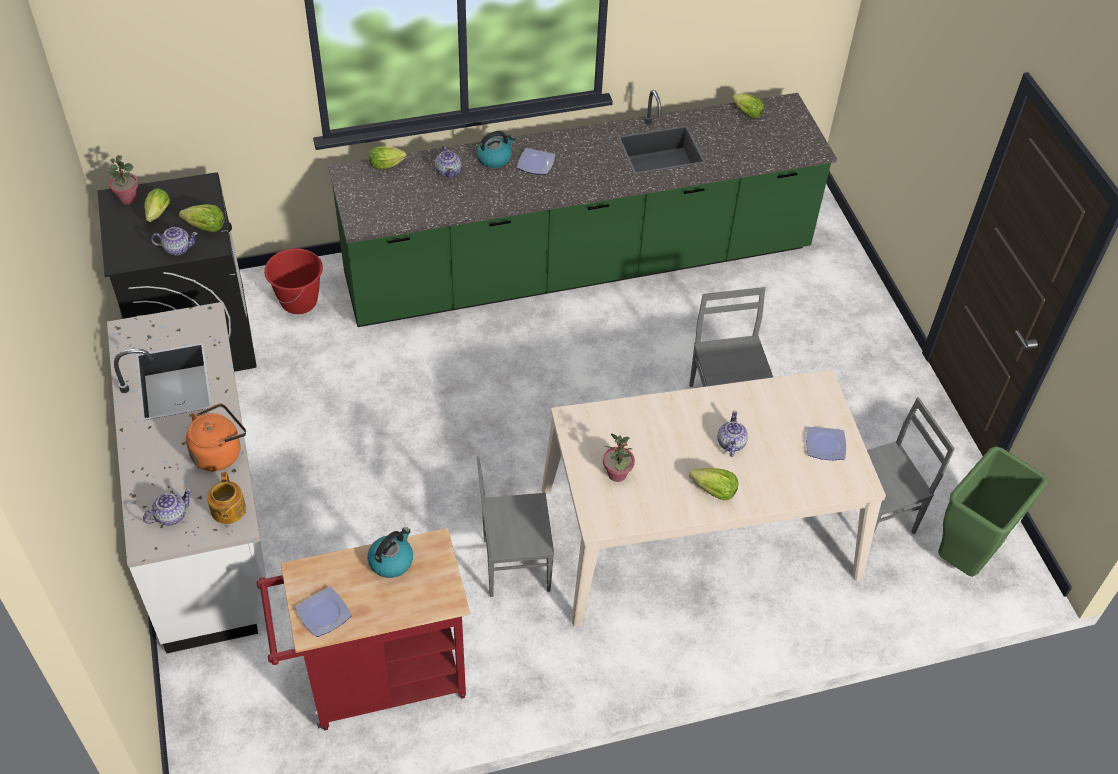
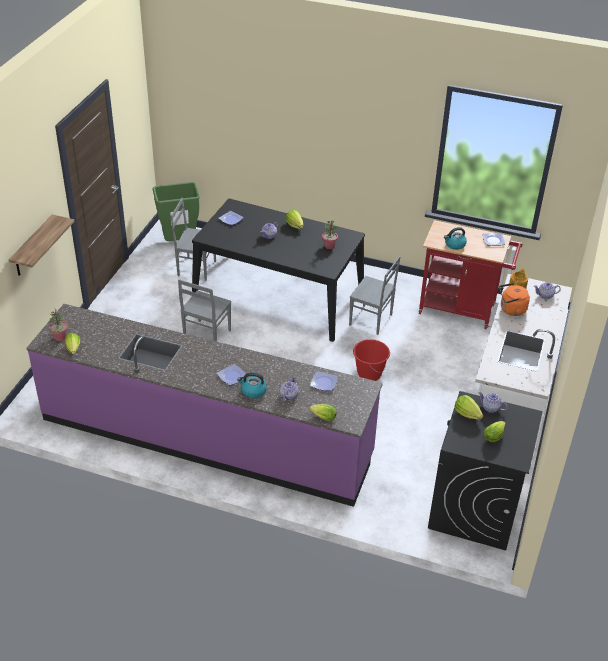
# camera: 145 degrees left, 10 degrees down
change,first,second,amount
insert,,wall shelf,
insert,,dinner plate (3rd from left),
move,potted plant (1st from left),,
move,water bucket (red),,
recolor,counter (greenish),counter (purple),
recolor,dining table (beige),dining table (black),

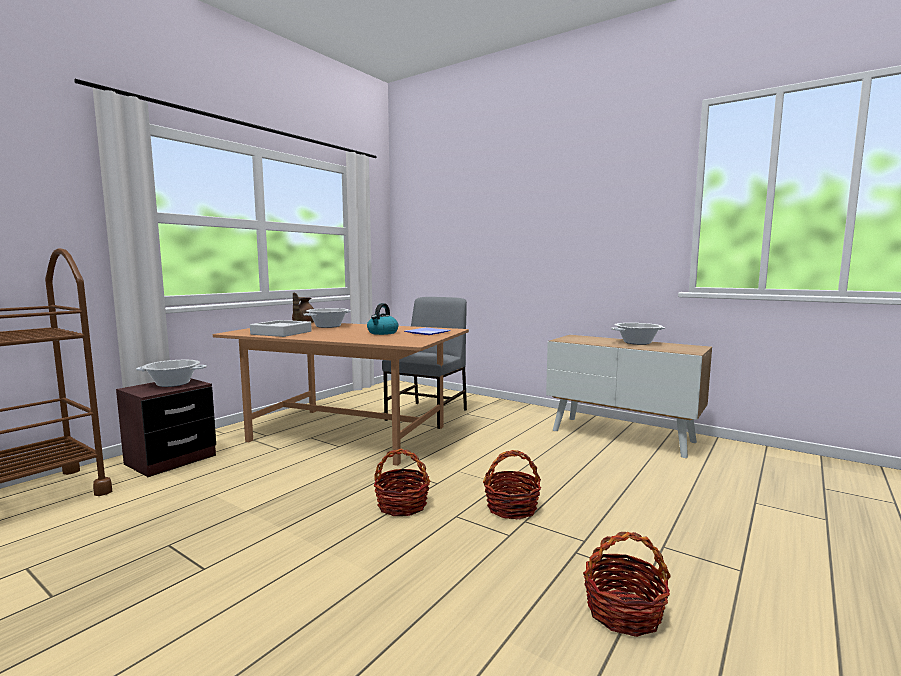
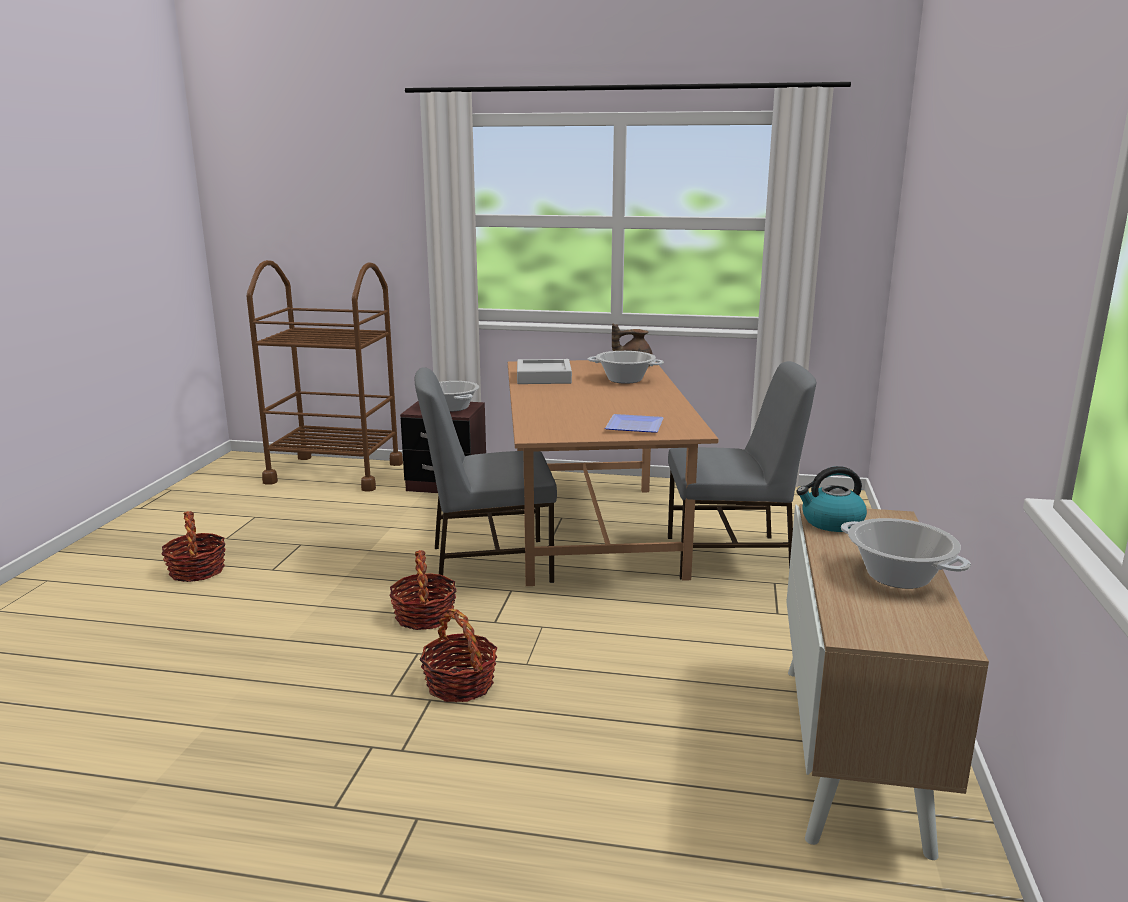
# camera: 65 degrees right, 10 degrees up
change,first,second,amount
insert,,upright chair (grey) (1st from left),
move,water kettle,,
move,household basket (3rd from left in the first image),household basket (1st from left),

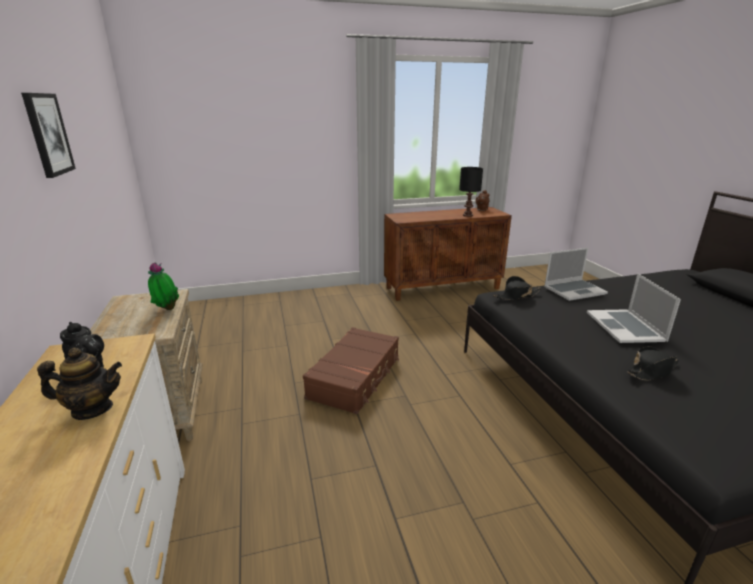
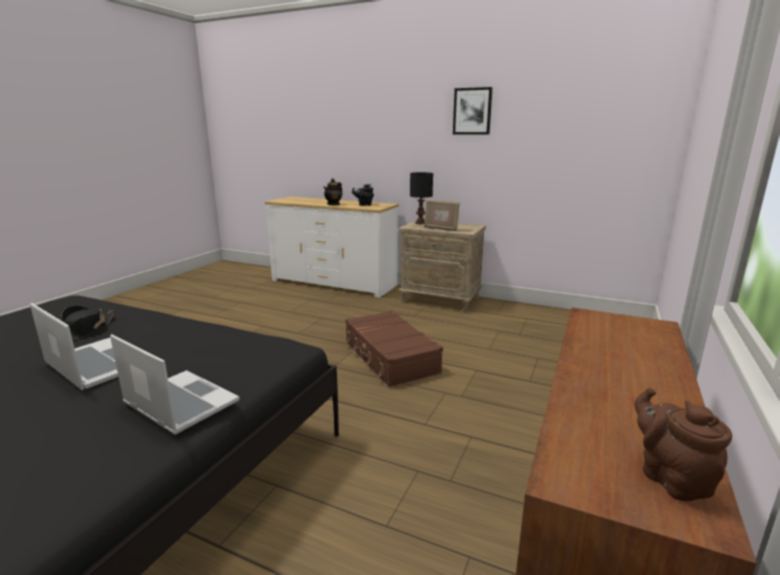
# camera: 130 degrees right, 5 degrees down
change,first,second,amount
delete,hat (black) (1st from left),,
move,tabletop lamp (black),,
replace,potted plant,standing frame,
rotate,laptop (1st from left in the first image),laptop (2nd from left),105 degrees clockwise

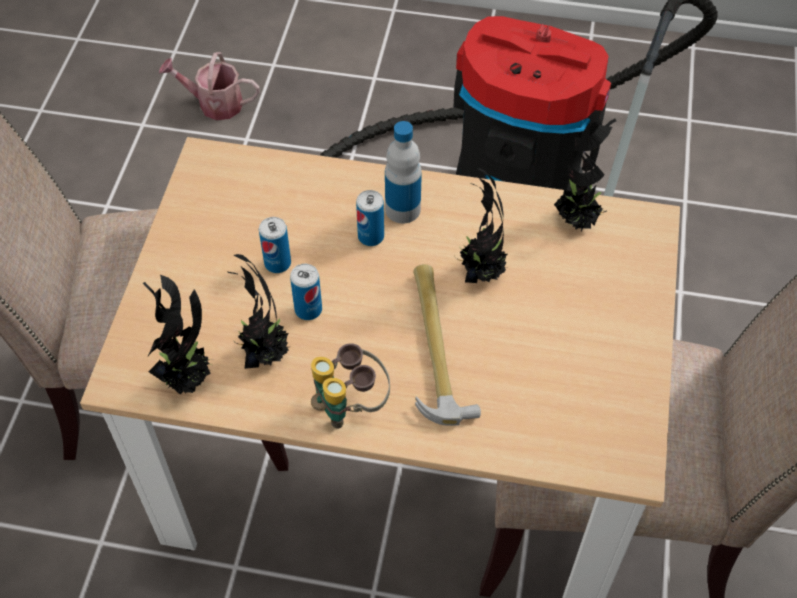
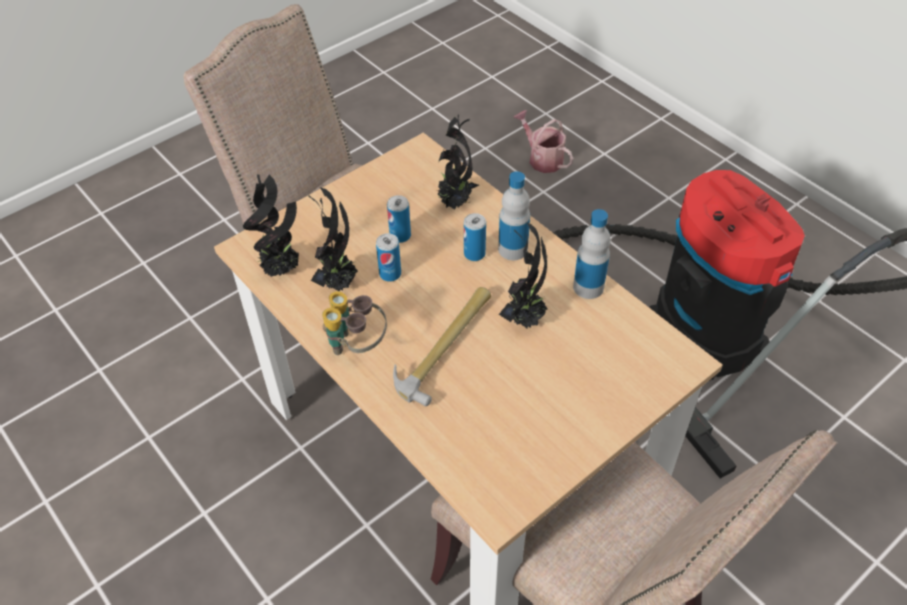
# camera: 40 degrees right, 5 degrees down
change,first,second,amount
insert,,beverage bottle (2nd from left),
move,potted plant (4th from left in the first image),potted plant (3rd from left),

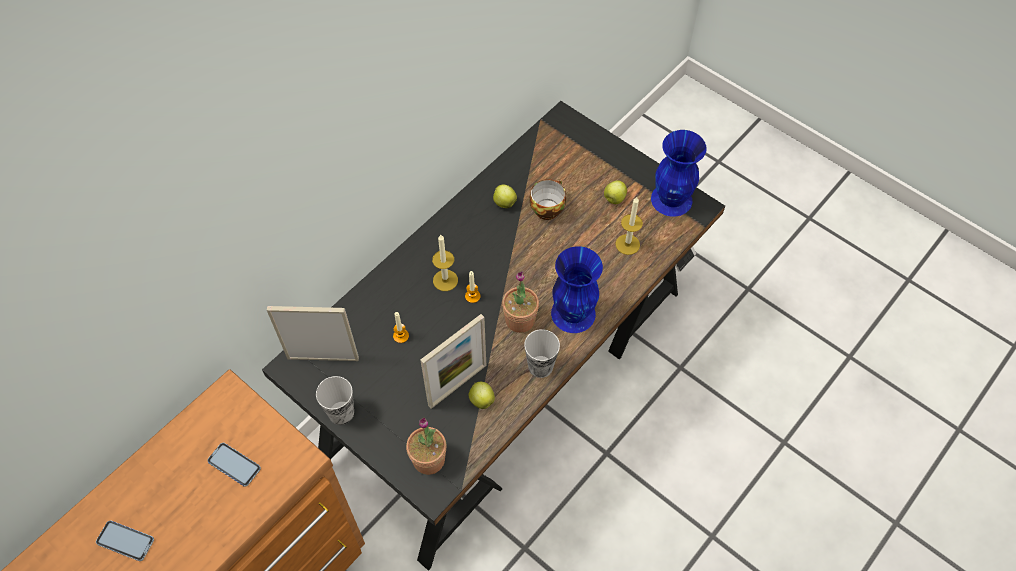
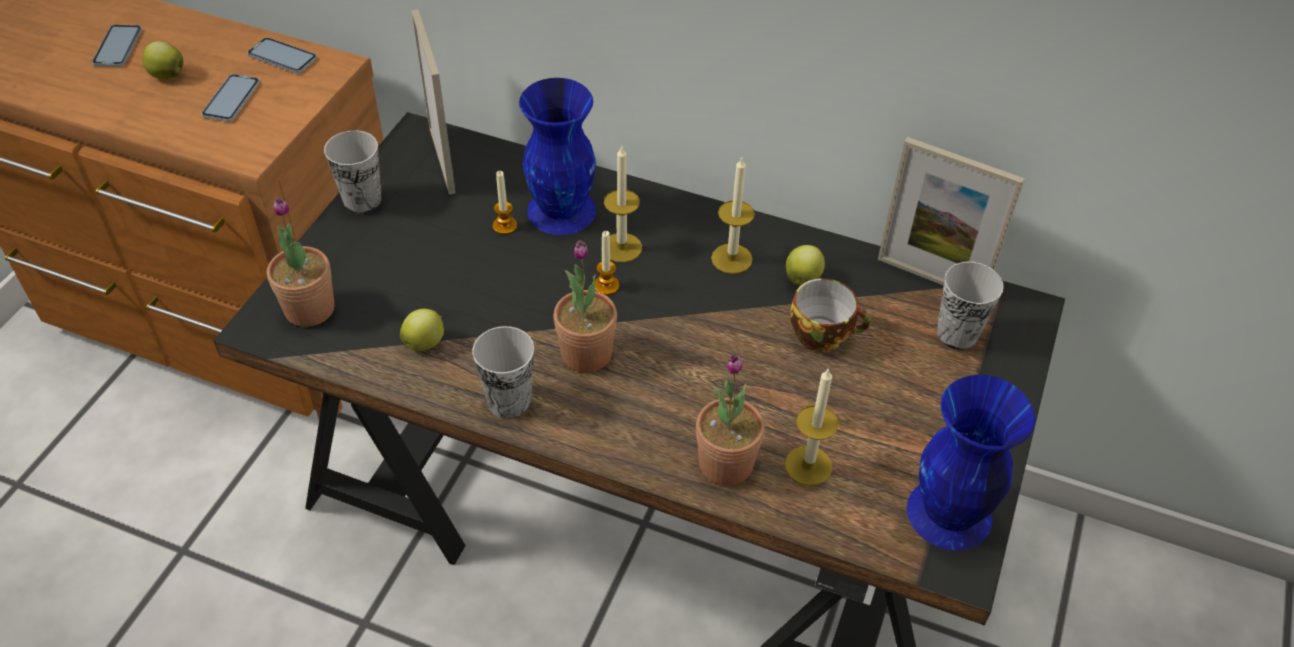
# camera: 70 degrees right, 10 degrees down
change,first,second,amount
insert,,handset (3rd from left),
insert,,potted plant (3rd from left),
insert,,candle (4th from left),
insert,,drinking cup (4th from left),
move,standing frame (2nd from left),,
move,decorative vase (blue) (1st from left),,
move,whole apple (3rd from left in the first image),whole apple (1st from left),

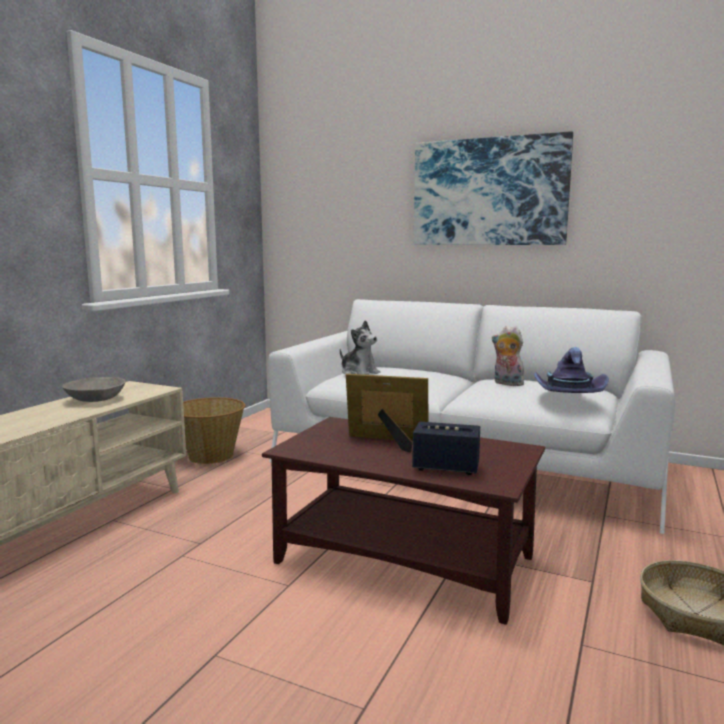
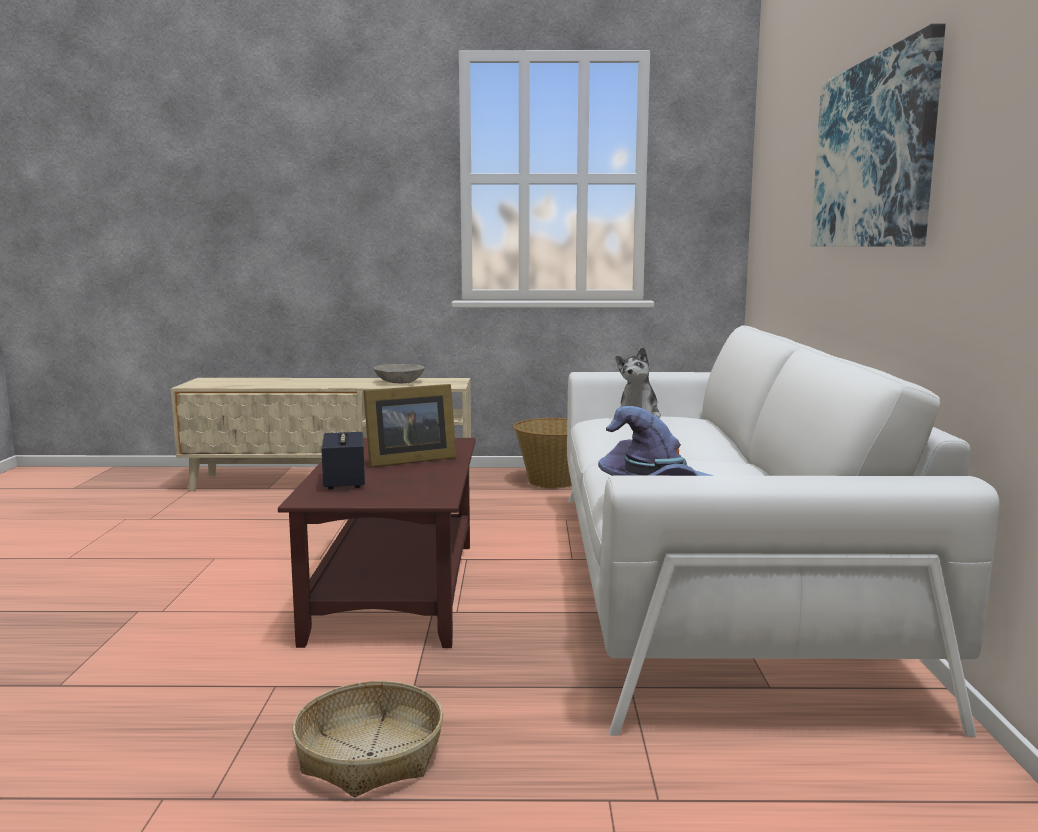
# camera: 65 degrees right, 0 degrees up
change,first,second,amount
delete,soft toy (2nd from left),,
rotate,standing frame,,75 degrees clockwise

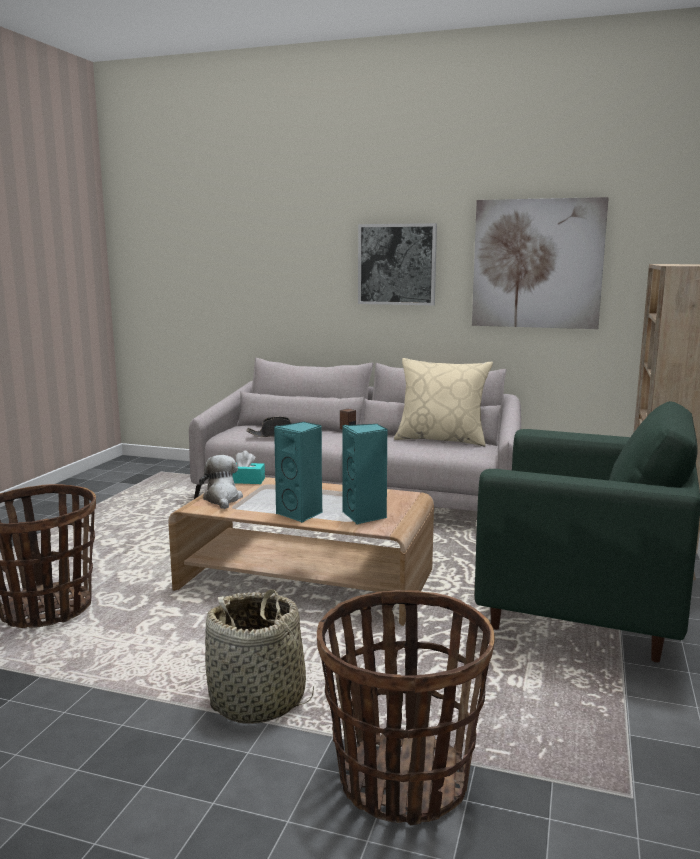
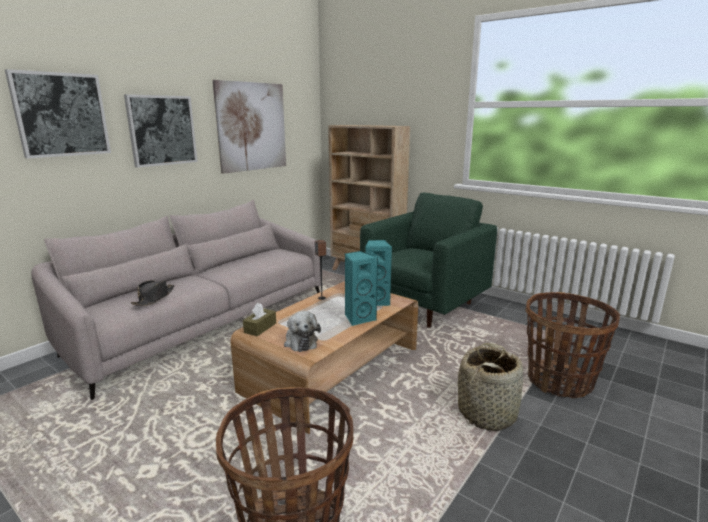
# camera: 70 degrees left, 5 degrees up
change,first,second,amount
delete,pillow (beige),,
insert,,wall art (1st from left),
recolor,box of tissues (turquoise),box of tissues (brown),
rotate,soft toy,,120 degrees counterclockwise

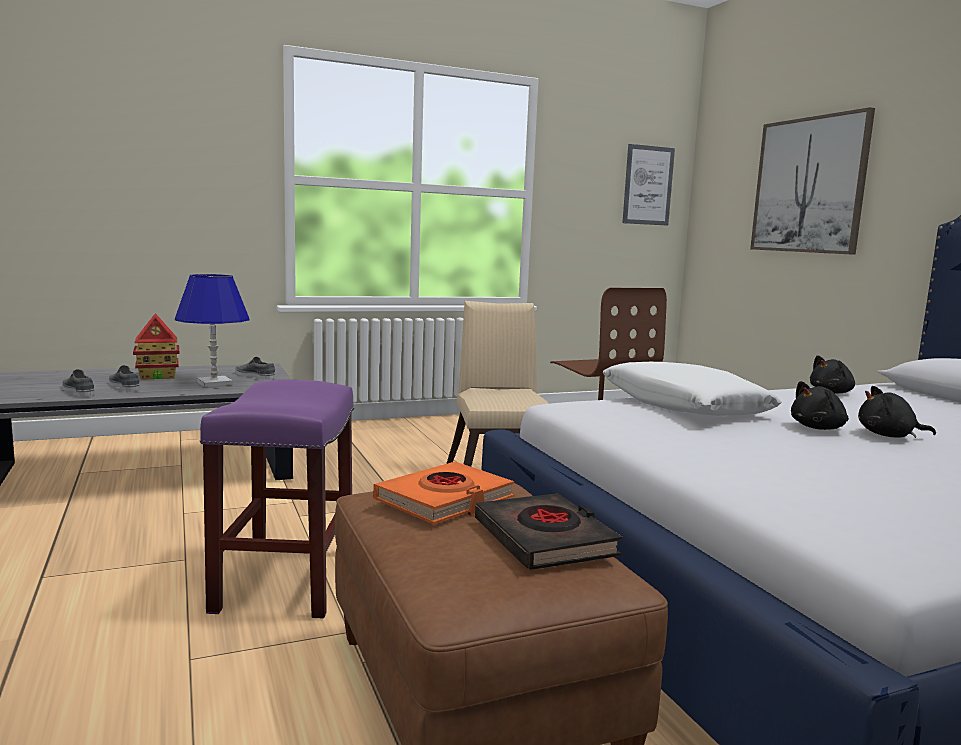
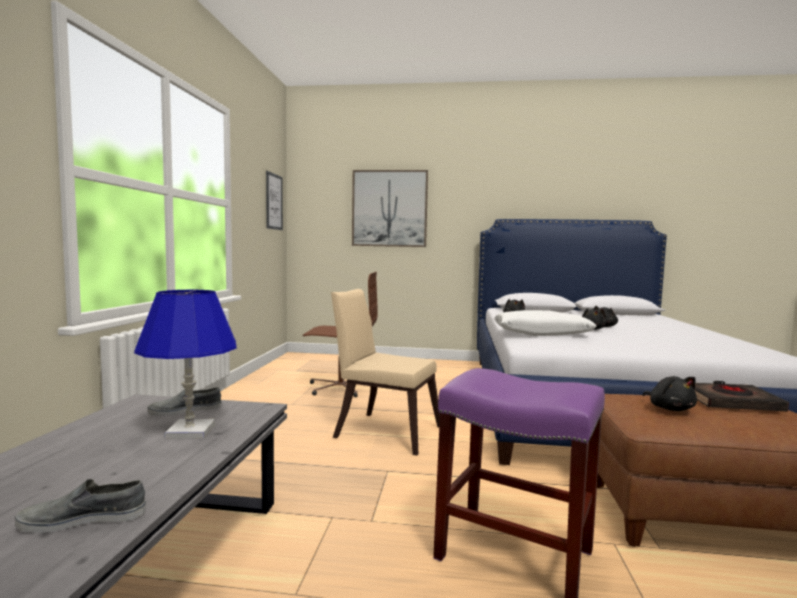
# camera: 60 degrees left, 5 degrees down
change,first,second,amount
delete,low shoe (grey) (2nd from left),,
delete,model house,,
replace,book (orange-coloured),soft toy (black) (4th from left),

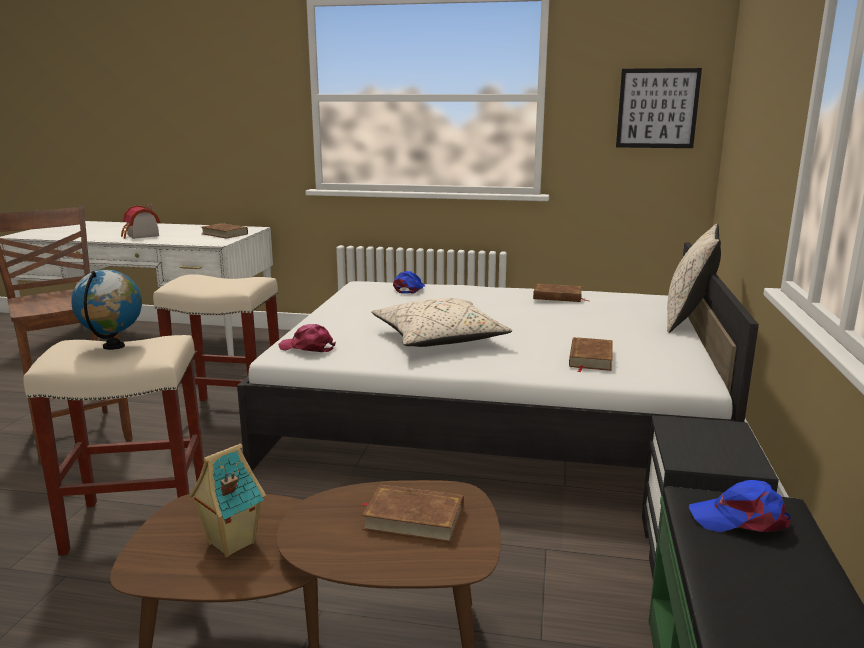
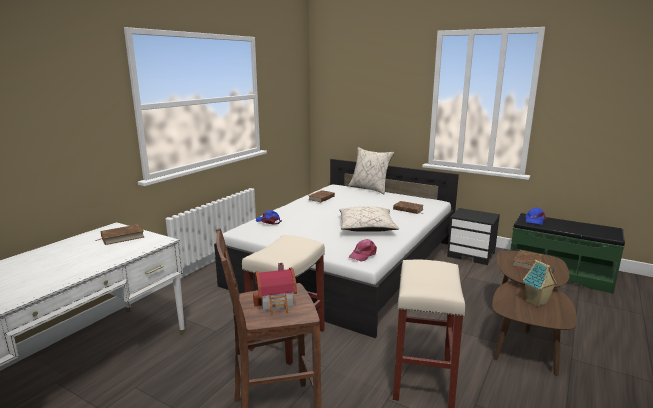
# camera: 70 degrees left, 0 degrees up
change,first,second,amount
delete,globe,,
delete,wall art,,
move,model house (1st from left),,

